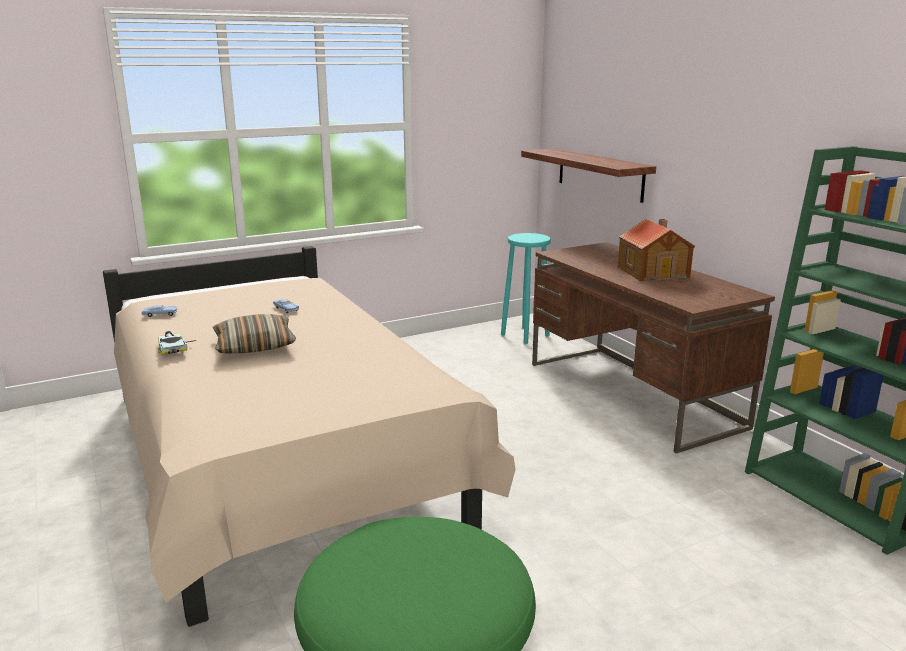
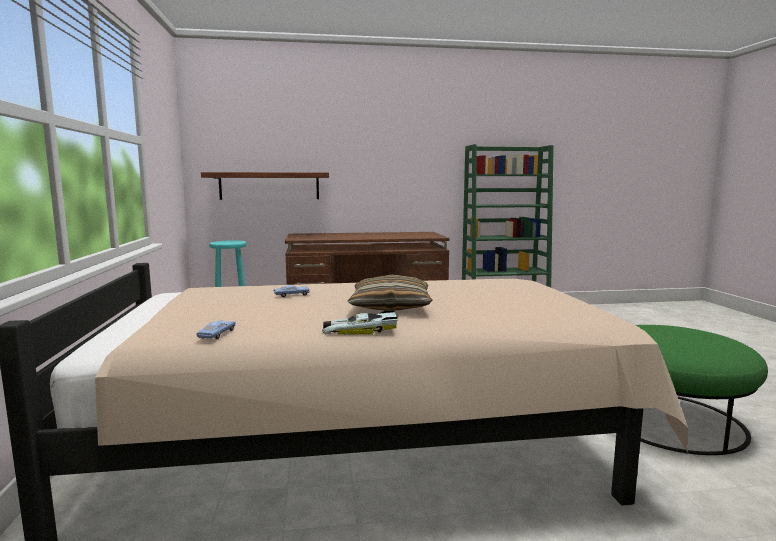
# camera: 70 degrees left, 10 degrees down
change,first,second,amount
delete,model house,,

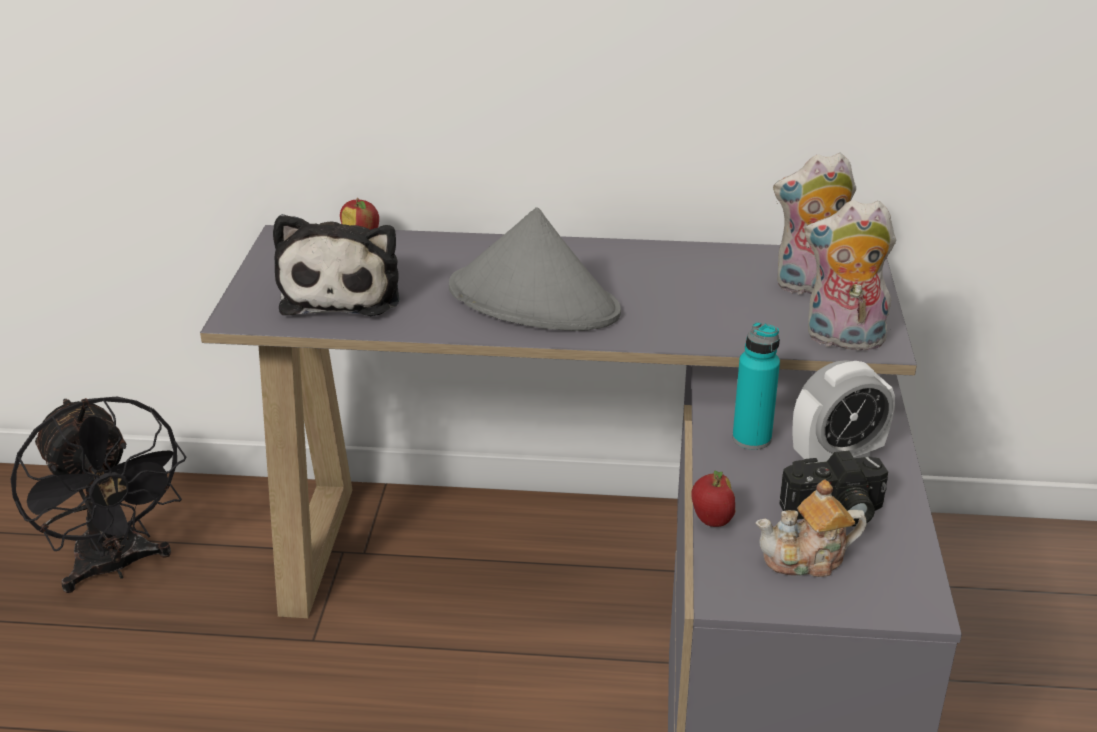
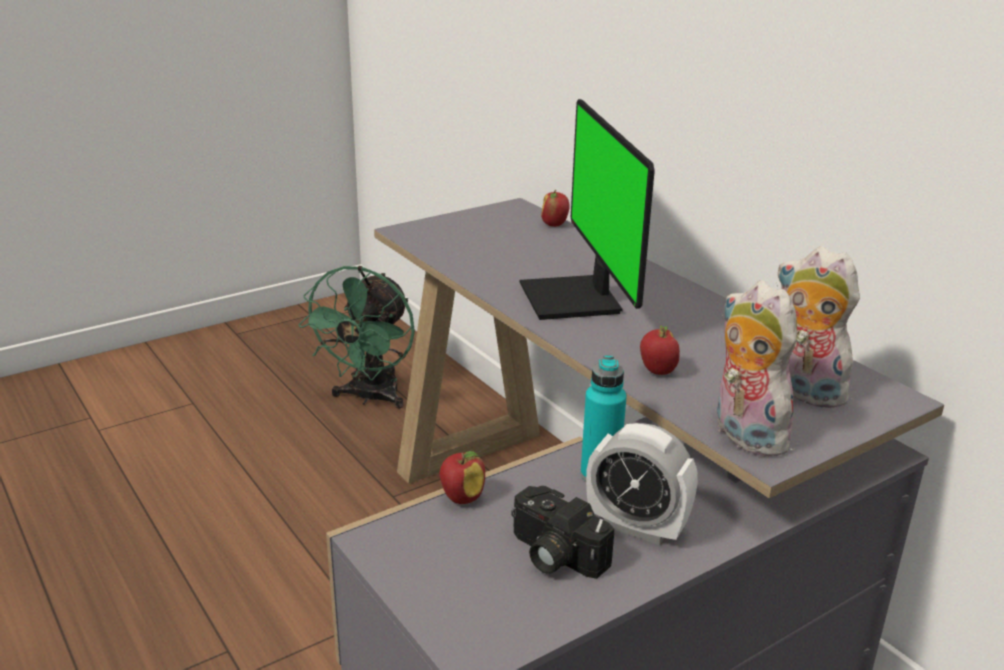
# camera: 50 degrees right, 5 degrees down
change,first,second,amount
delete,soft toy (1st from left),,
delete,pot for tea,,
insert,,whole apple (3rd from left),
replace,hat (grey),computer display,
recolor,electric fan (black),electric fan (greenish),

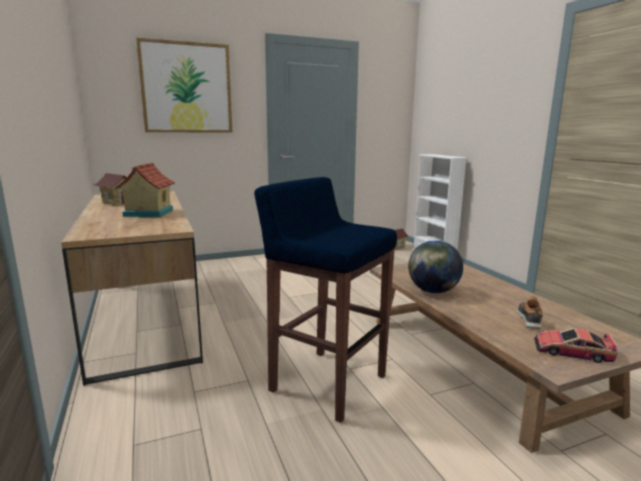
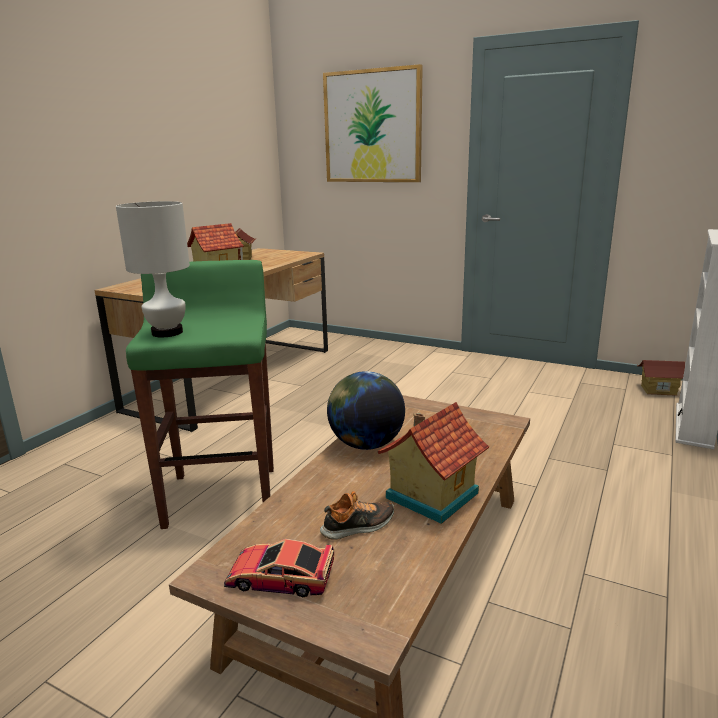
# camera: 50 degrees right, 5 degrees up
change,first,second,amount
insert,,tabletop lamp (white),
insert,,model house (3rd from left),
recolor,stool seat (blue),stool seat (greenish),
rotate,toy car,,60 degrees counterclockwise

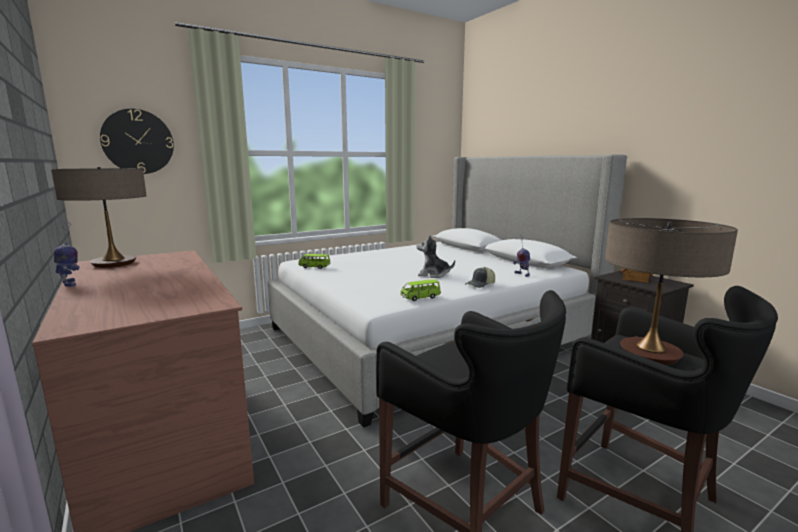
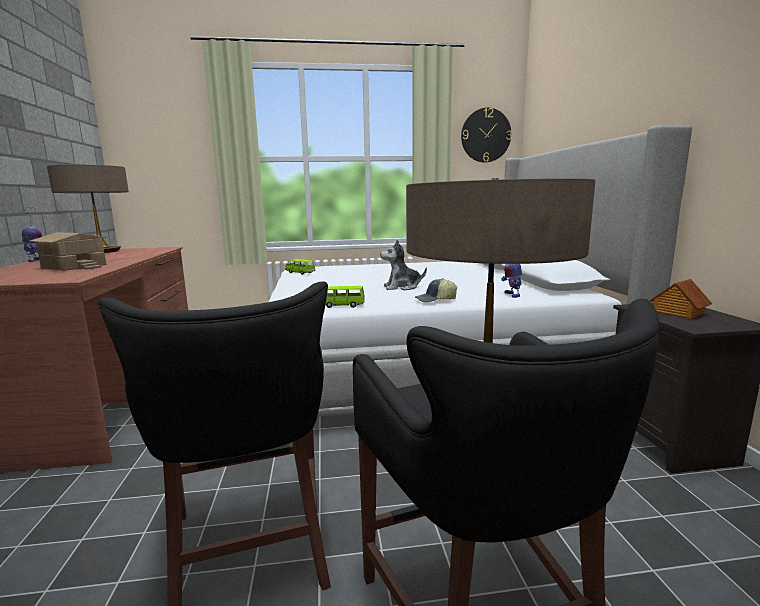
# camera: 25 degrees right, 0 degrees up
change,first,second,amount
insert,,model house (1st from left),
move,wall clock,,
rotate,soft toy,,45 degrees counterclockwise

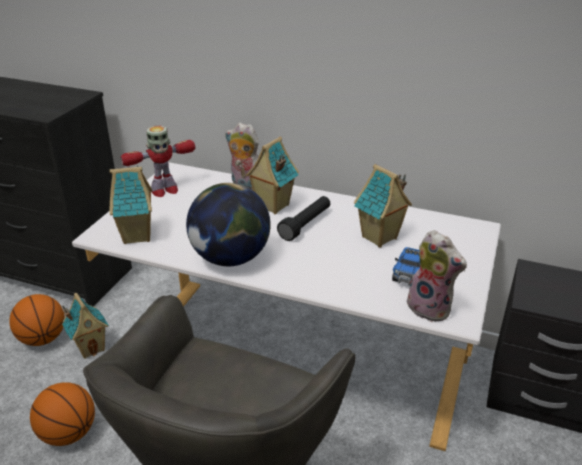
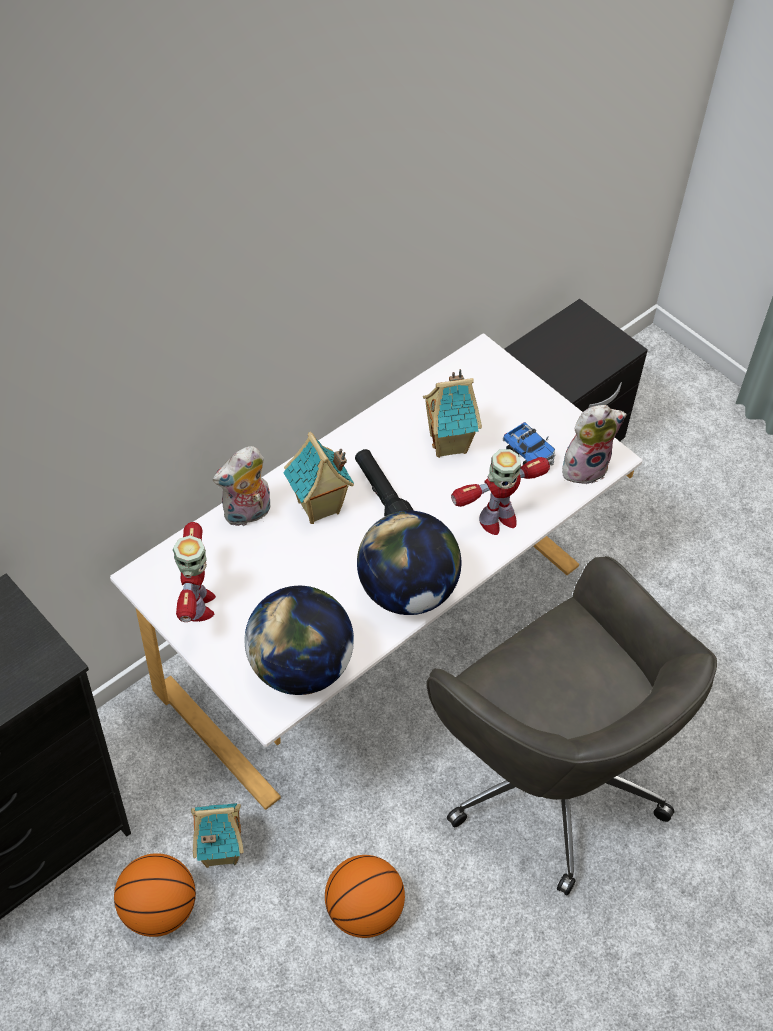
# camera: 65 degrees left, 20 degrees up
change,first,second,amount
insert,,model robot (2nd from left),
replace,model house (2nd from left),globe (1st from left),

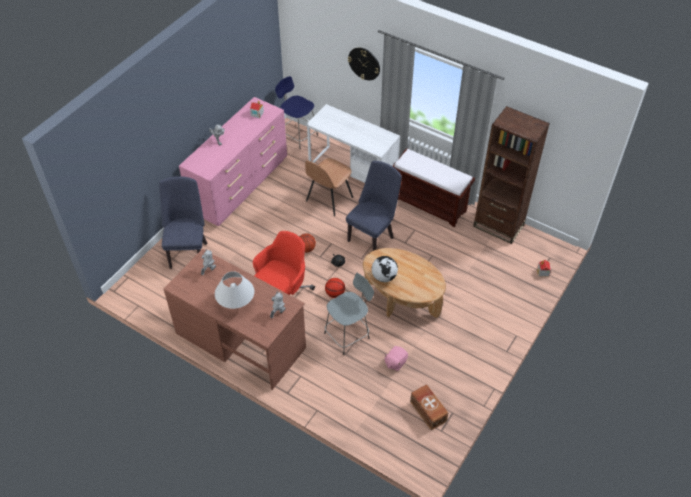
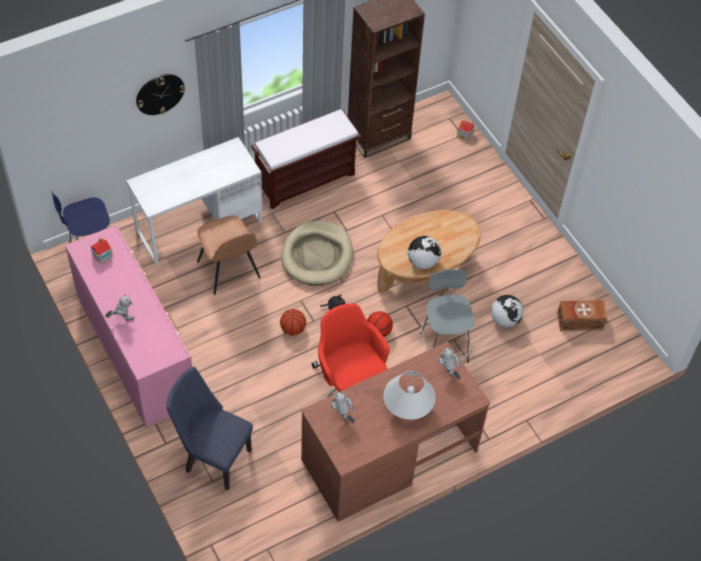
# camera: 65 degrees left, 5 degrees up
change,first,second,amount
replace,upright chair (blue) (2nd from left),dog cushion (beige),
replace,soft toy (pinkish),globe (2nd from left),

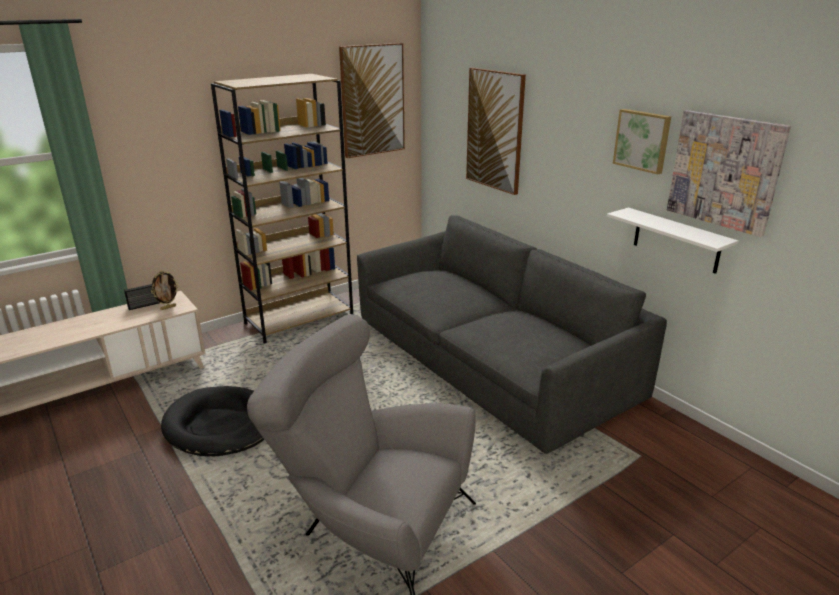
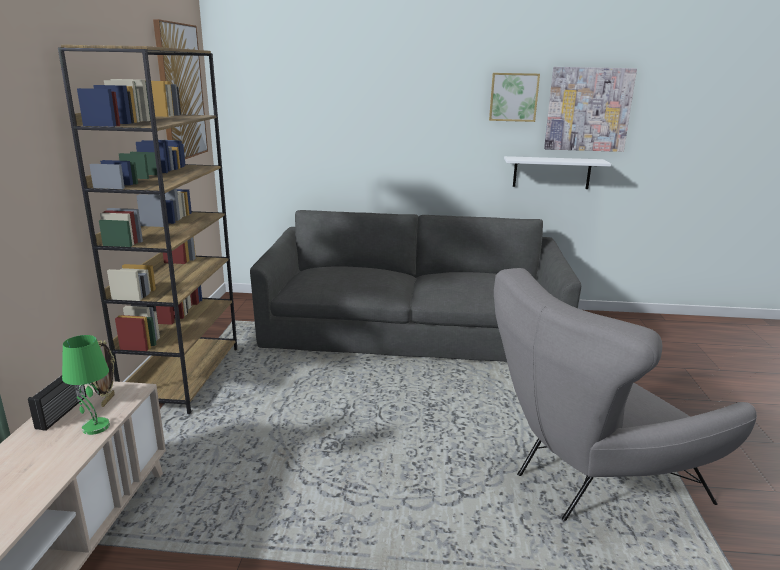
# camera: 50 degrees left, 5 degrees down
change,first,second,amount
delete,dog cushion (black),,
delete,wall art (2nd from left),,
insert,,tabletop lamp (greenish),

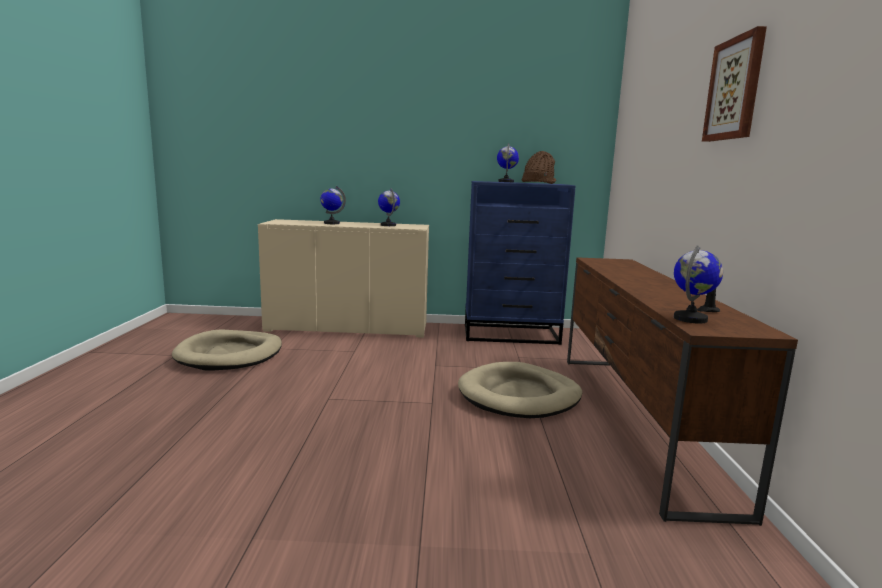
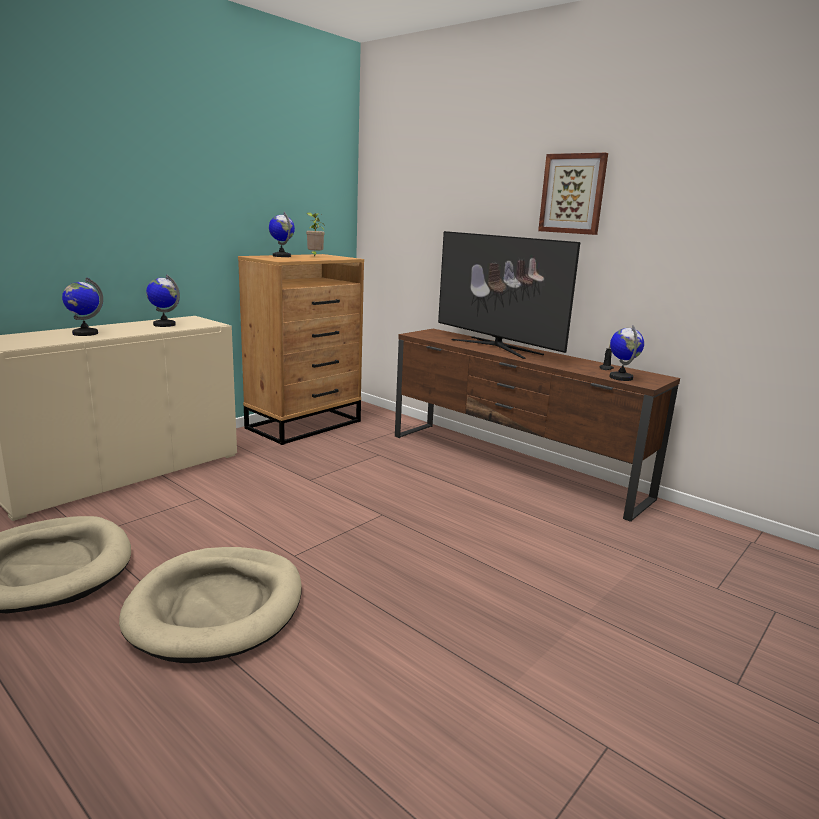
# camera: 50 degrees left, 5 degrees up
change,first,second,amount
insert,,TV set,
move,dog cushion (beige) (2nd from left),,
replace,hat (brown),potted plant,
recolor,dresser (blue),dresser (brown),

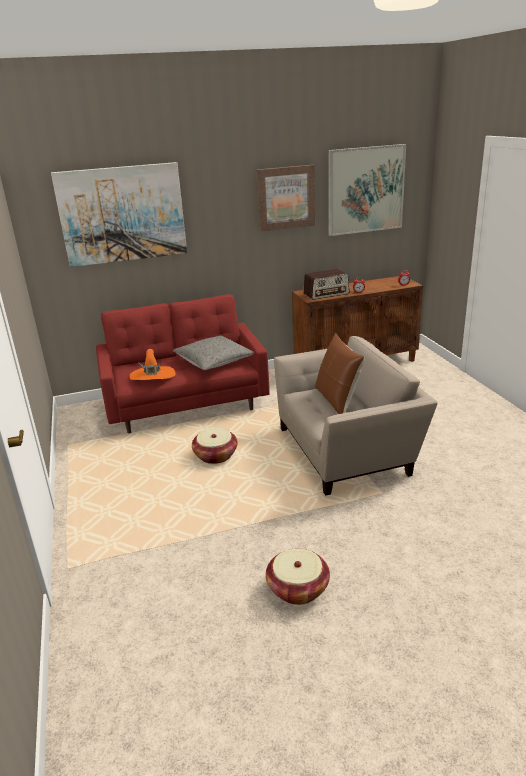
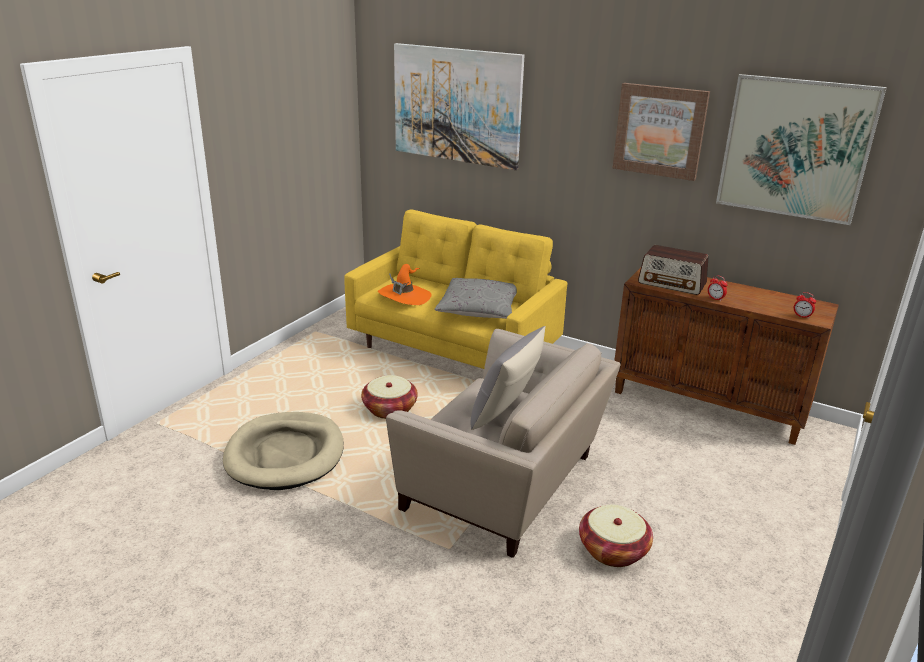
# camera: 45 degrees right, 0 degrees up
change,first,second,amount
insert,,dog cushion (beige),
move,household basket (2nd from left),,
recolor,couch (red),couch (yellow-coloured),
recolor,pillow (brown),pillow (grey) (2nd from left),

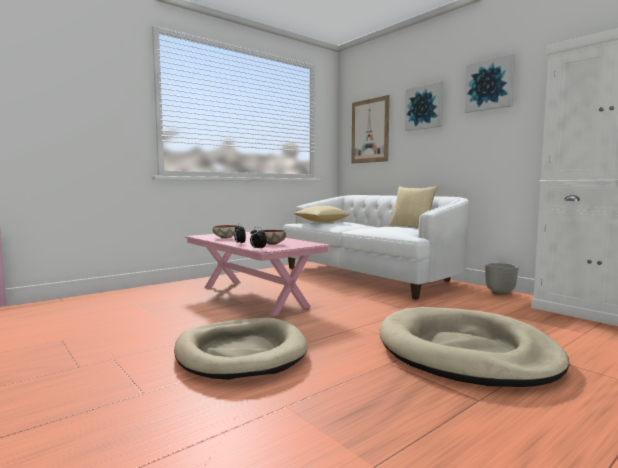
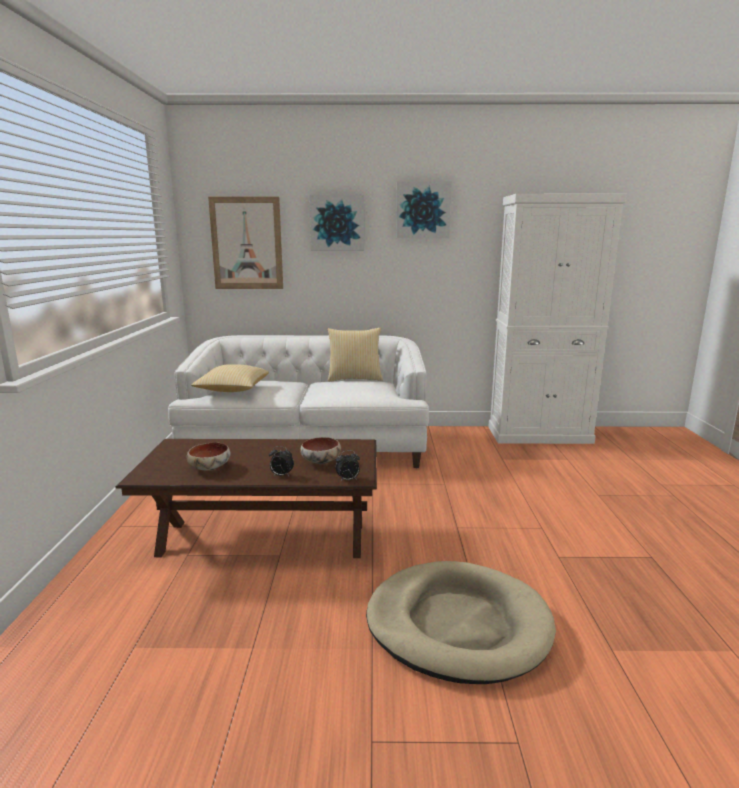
# camera: 50 degrees left, 10 degrees up
change,first,second,amount
delete,dog cushion (beige) (2nd from left),,
delete,plant pot,,
recolor,coffee table (pinkish),coffee table (brown),

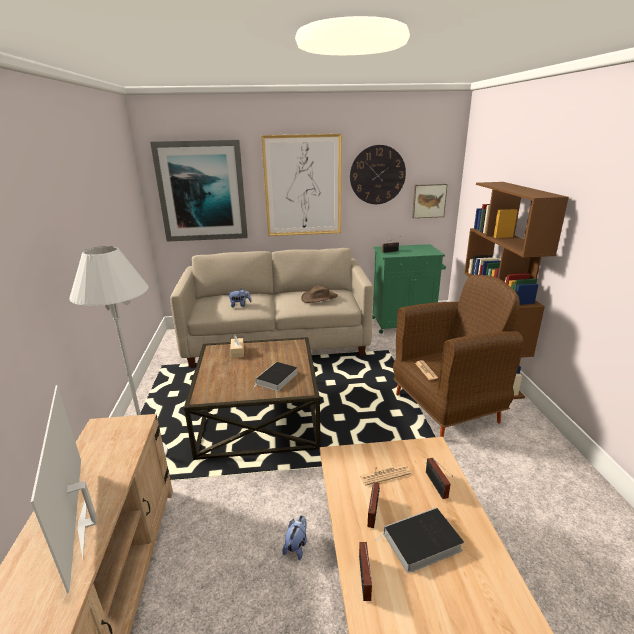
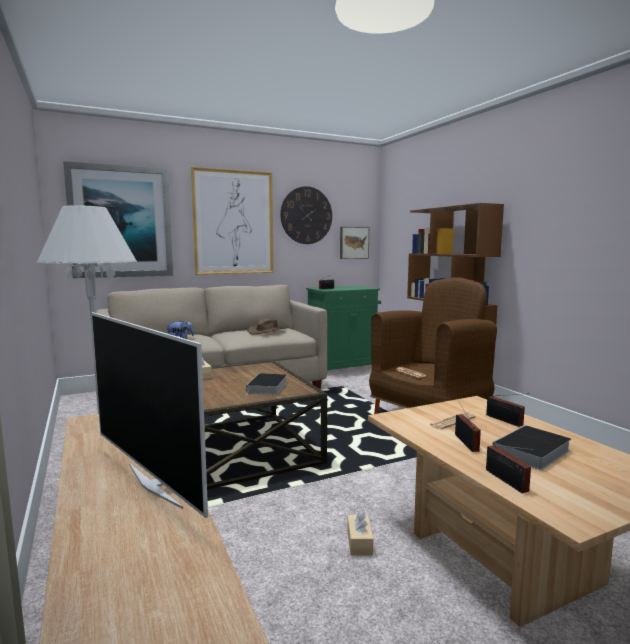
# camera: 20 degrees left, 15 degrees down
change,first,second,amount
replace,soft toy (2nd from left),box of tissues (beige) (2nd from left),

